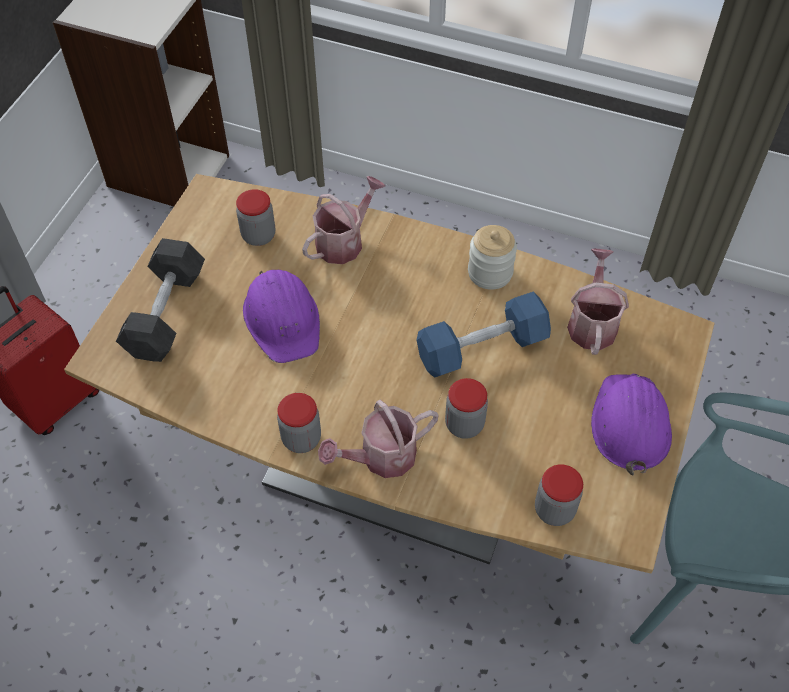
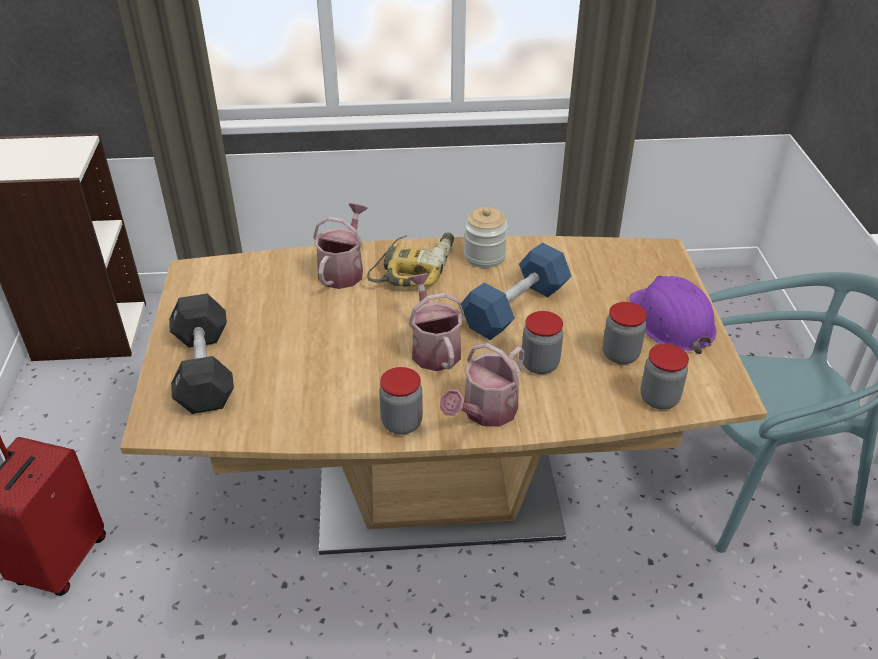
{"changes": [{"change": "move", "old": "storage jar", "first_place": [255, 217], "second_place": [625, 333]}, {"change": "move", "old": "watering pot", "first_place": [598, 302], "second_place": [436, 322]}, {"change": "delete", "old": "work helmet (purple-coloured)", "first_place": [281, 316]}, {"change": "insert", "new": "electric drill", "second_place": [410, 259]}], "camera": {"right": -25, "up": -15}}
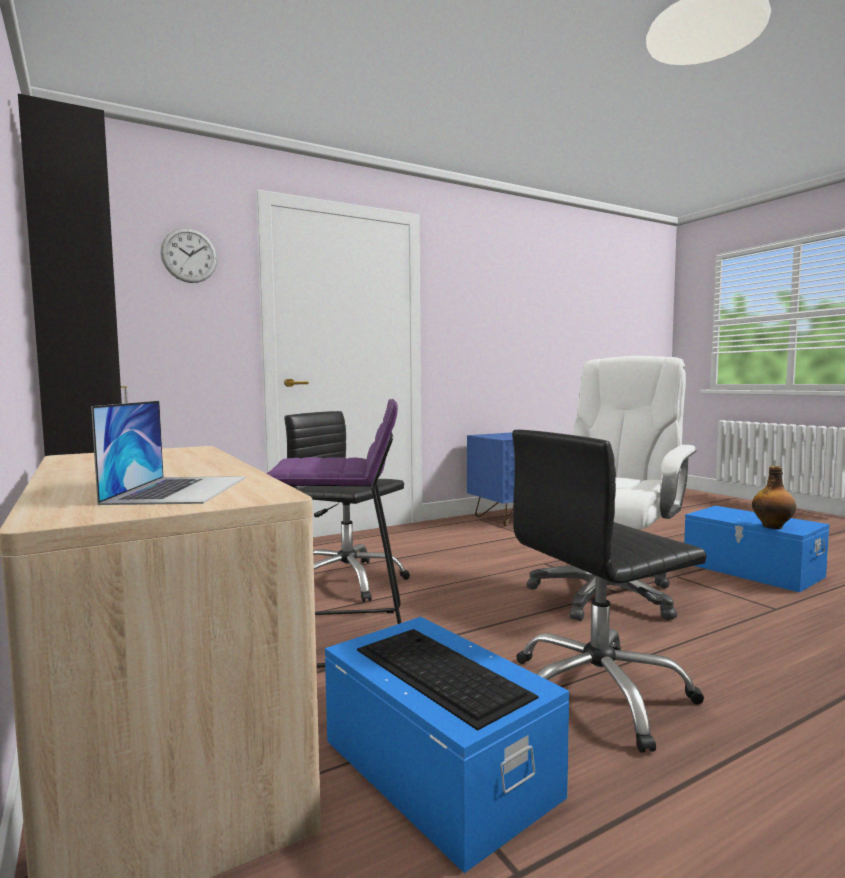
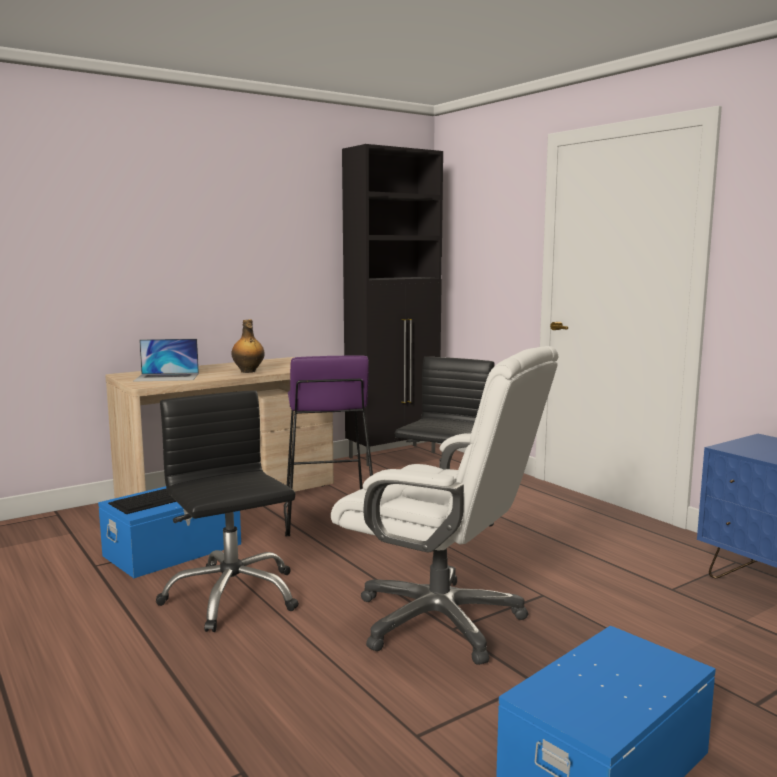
{"changes": [{"change": "delete", "old": "clock on the wall", "first_place": [189, 255]}, {"change": "move", "old": "drink bottle", "first_place": [774, 497], "second_place": [248, 346]}], "camera": {"right": 85, "up": 5}}
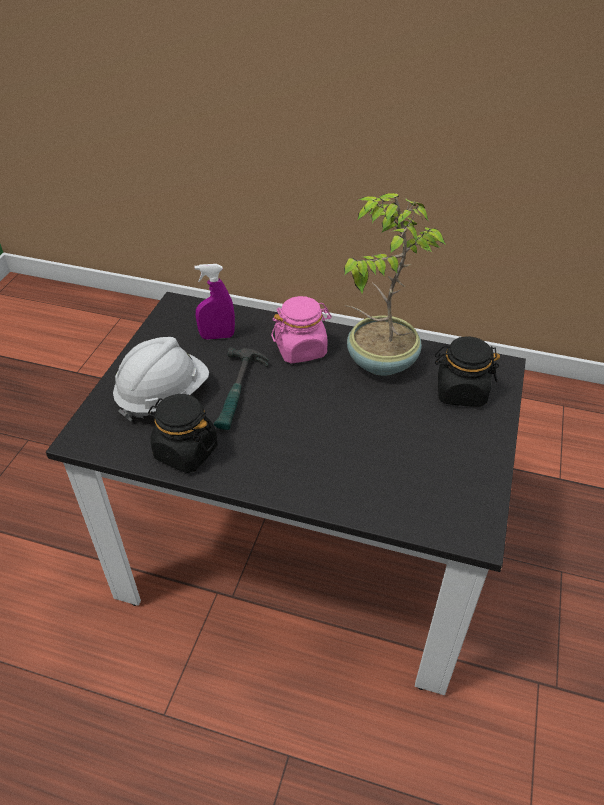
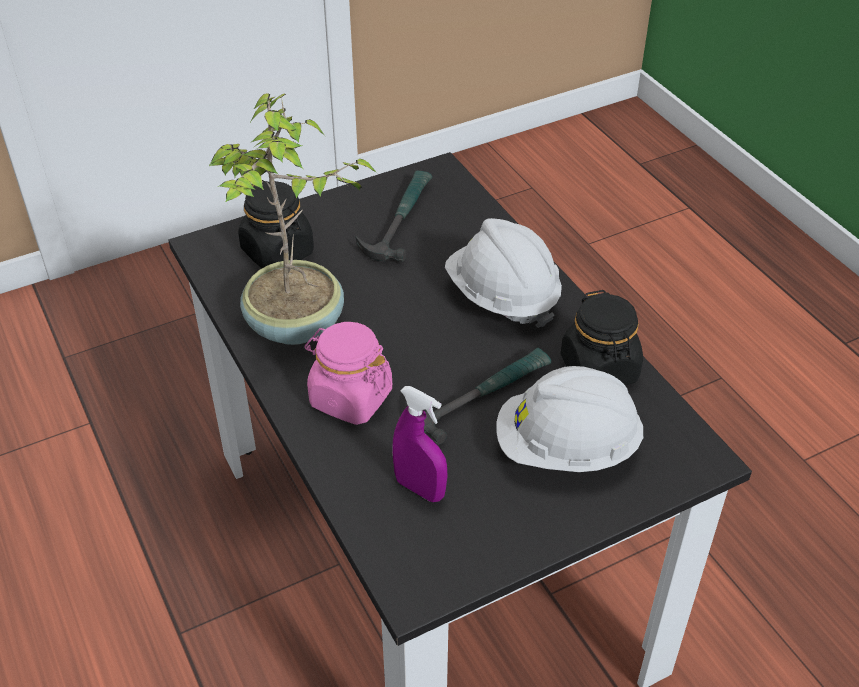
{"changes": [{"change": "insert", "new": "tool hammer", "second_place": [394, 216]}, {"change": "insert", "new": "work helmet (whitish)", "second_place": [503, 273]}], "camera": {"right": -135, "up": 0}}
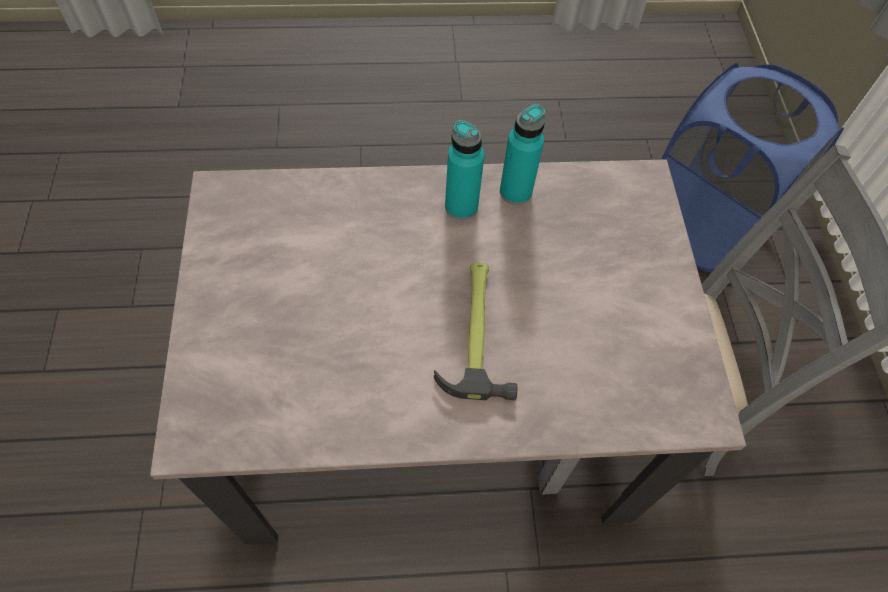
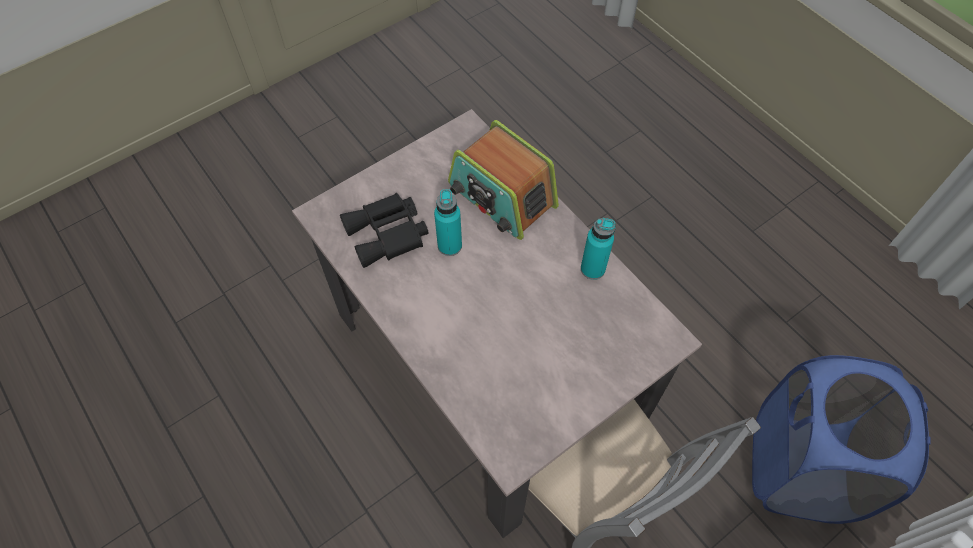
{"changes": [{"change": "move", "old": "drink bottle (turquoise-coloured)", "first_place": [465, 170], "second_place": [448, 222]}, {"change": "delete", "old": "tool hammer", "first_place": [475, 331]}, {"change": "insert", "new": "radio", "second_place": [503, 180]}, {"change": "insert", "new": "binoculars (blackish)", "second_place": [384, 230]}], "camera": {"right": 60, "up": 0}}
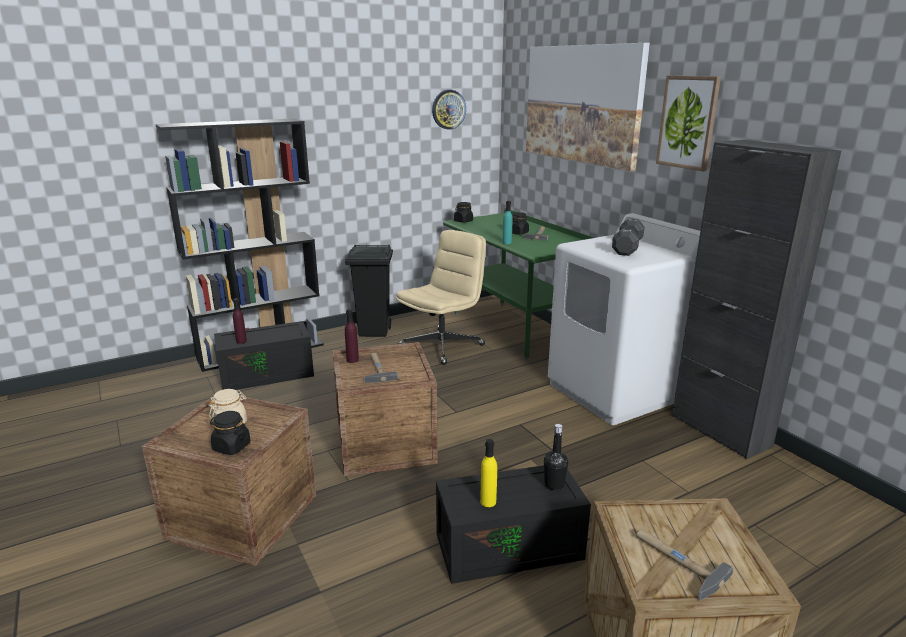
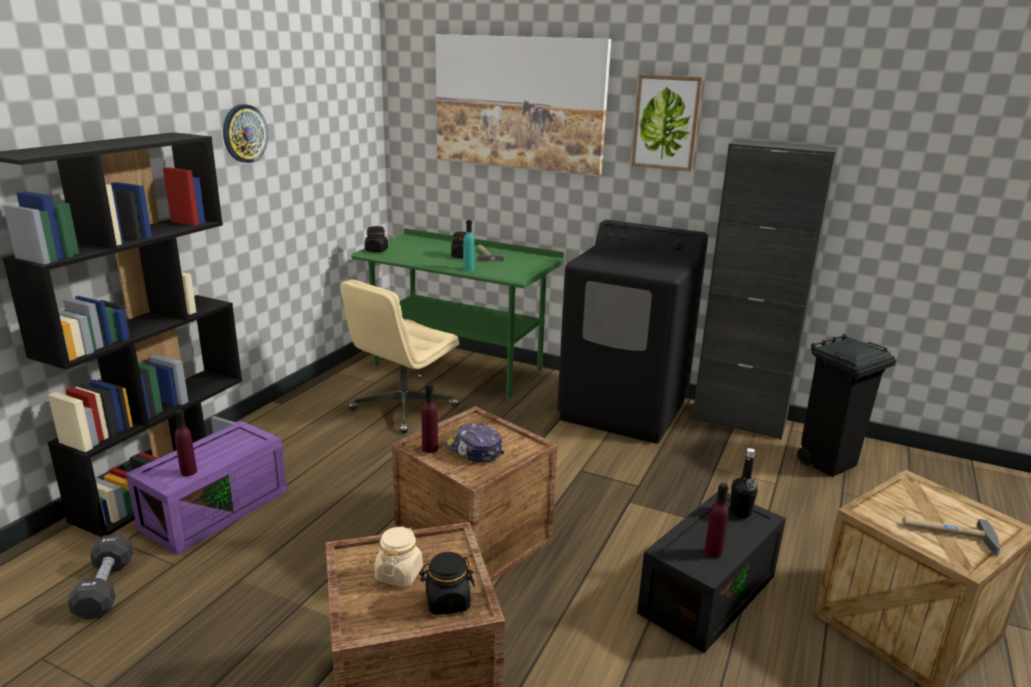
{"changes": [{"change": "move", "old": "clock on the wall", "first_place": [449, 110], "second_place": [245, 133]}, {"change": "recolor", "old": "washing machine (whitish)", "new": "washing machine (blackish)", "first_place": [624, 319], "second_place": [632, 332]}, {"change": "move", "old": "dumbbell (blackish)", "first_place": [628, 237], "second_place": [100, 577]}, {"change": "rotate", "old": "office chair (sand-coloured)", "first_place": [441, 297], "second_place": [400, 356], "degrees": -150}, {"change": "move", "old": "waste bin (blackish)", "first_place": [369, 290], "second_place": [847, 405]}, {"change": "recolor", "old": "storage bin (blackish)", "new": "storage bin (purple-coloured)", "first_place": [264, 355], "second_place": [206, 488]}, {"change": "replace", "old": "tool hammer", "new": "peaked cap", "first_place": [381, 368], "second_place": [474, 443]}, {"change": "recolor", "old": "drink bottle (yellowish)", "new": "drink bottle (purple-coloured)", "first_place": [488, 473], "second_place": [716, 520]}], "camera": {"right": -35, "up": 0}}
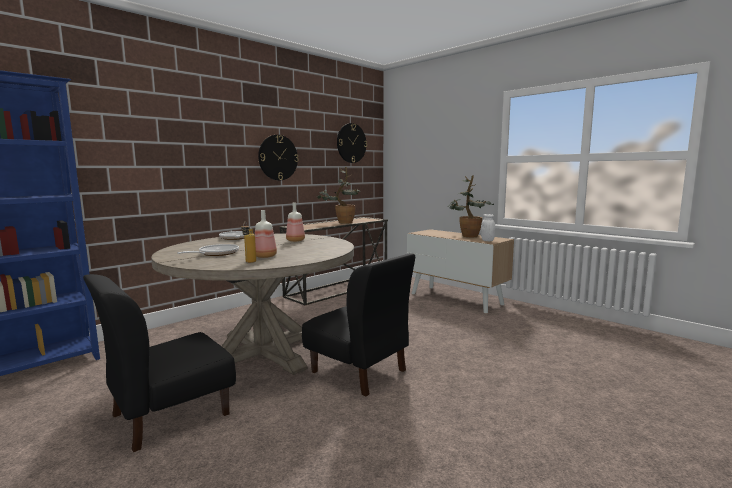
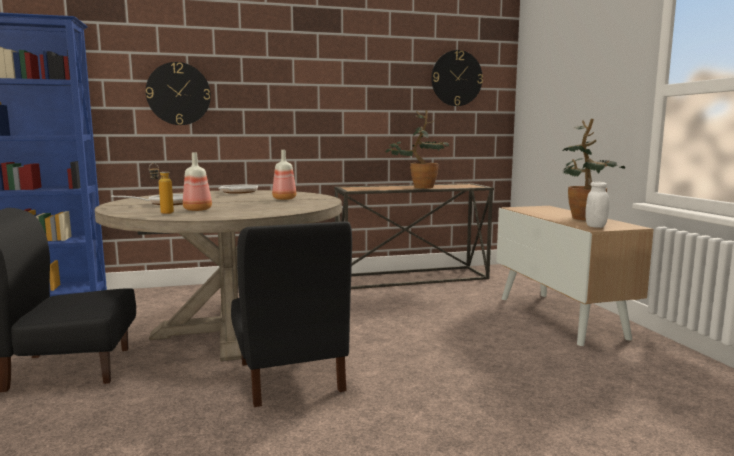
{"changes": [{"change": "move", "old": "clock on the wall", "first_place": [278, 157], "second_place": [178, 93]}], "camera": {"right": 30, "up": 0}}
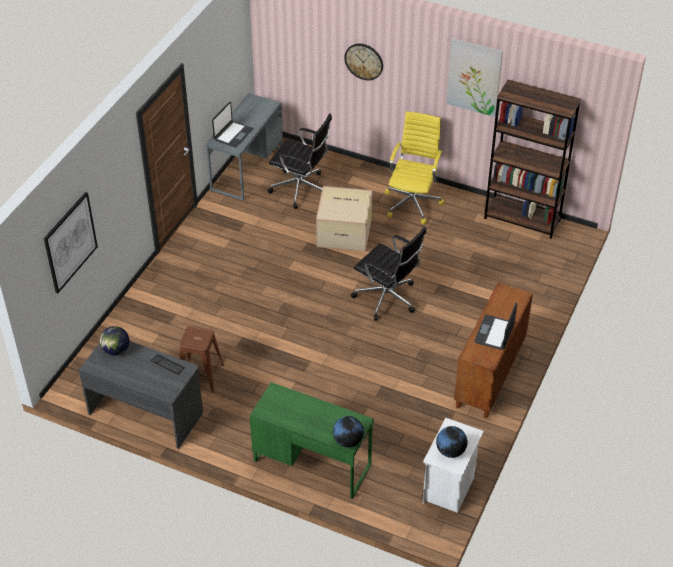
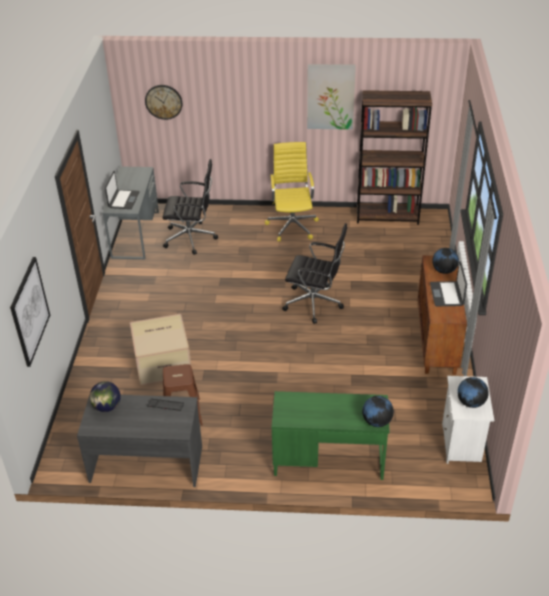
{"changes": [{"change": "move", "old": "clock on the wall", "first_place": [363, 62], "second_place": [163, 102]}, {"change": "move", "old": "cardboard box", "first_place": [344, 219], "second_place": [160, 350]}, {"change": "insert", "new": "desk globe", "second_place": [445, 261]}], "camera": {"right": -20, "up": -5}}
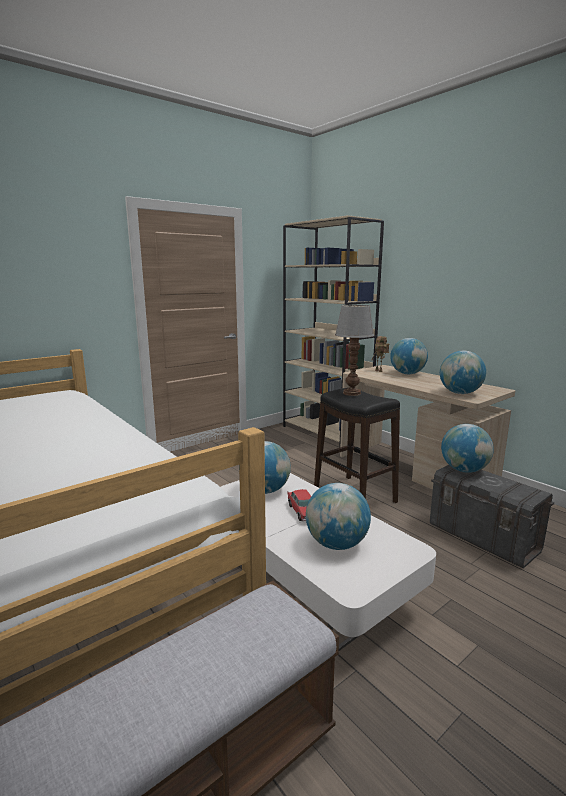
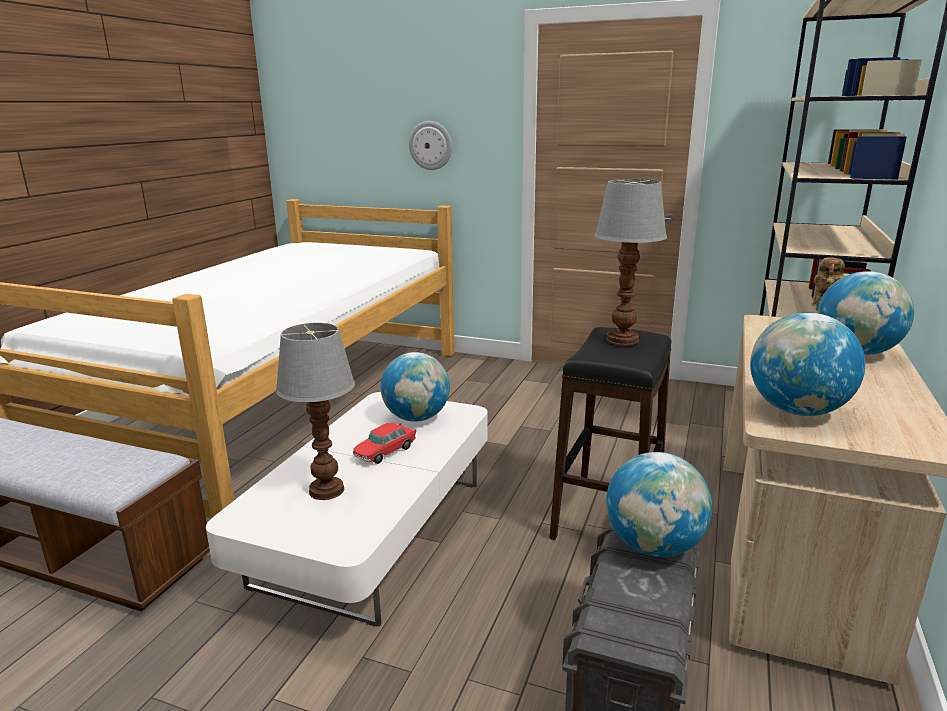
{"changes": [{"change": "replace", "old": "desk globe", "new": "lamp for a table", "first_place": [338, 516], "second_place": [315, 411]}, {"change": "insert", "new": "clock on the wall", "second_place": [430, 145]}], "camera": {"right": 60, "up": 5}}
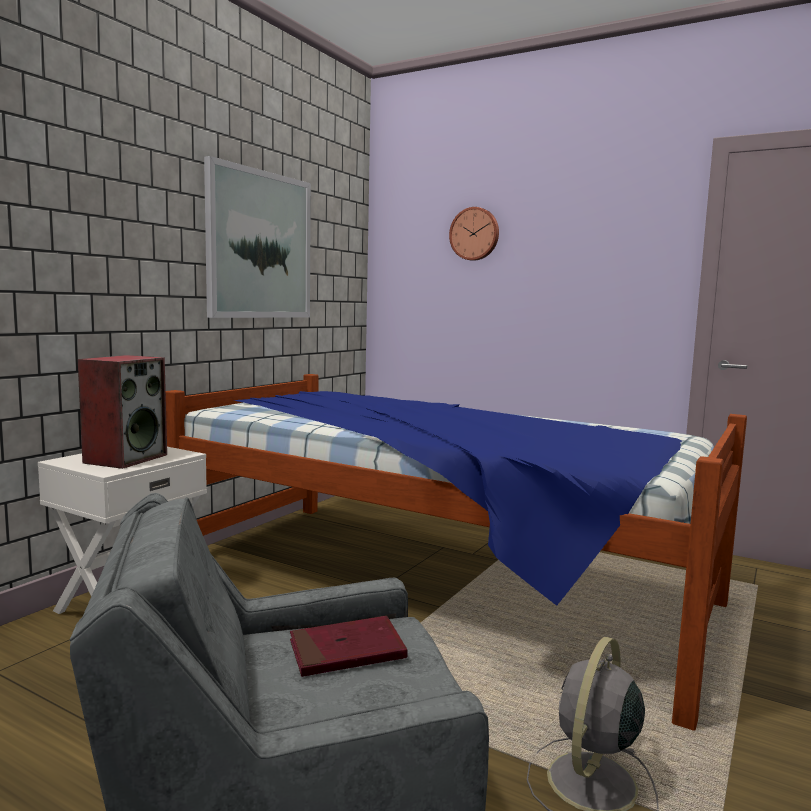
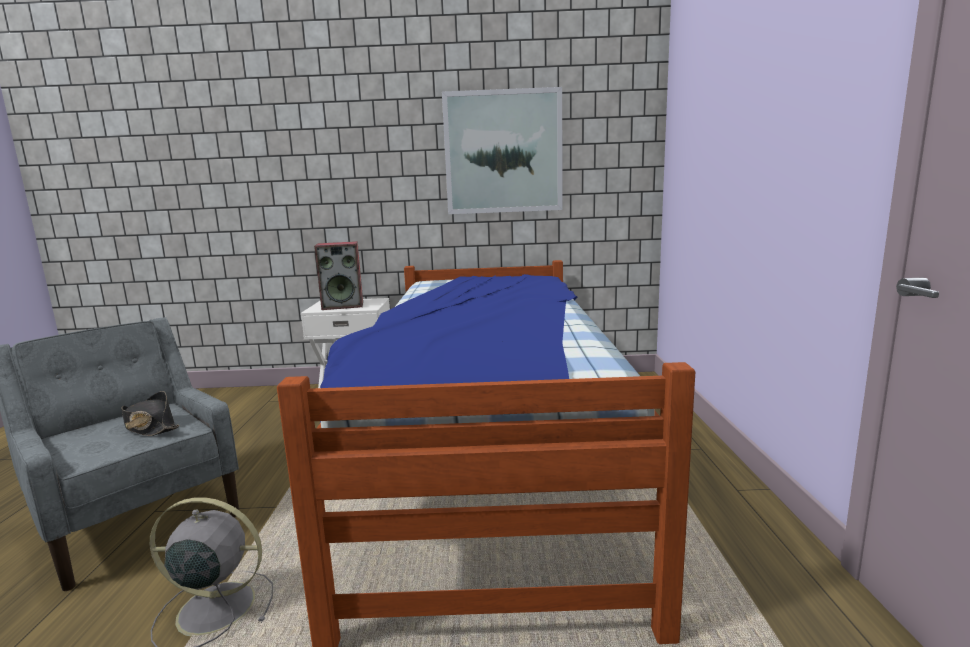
{"changes": [{"change": "delete", "old": "clock on the wall", "first_place": [474, 234]}, {"change": "replace", "old": "book (red)", "new": "clothing hat (blackish)", "first_place": [348, 646], "second_place": [150, 413]}], "camera": {"right": 60, "up": 5}}
